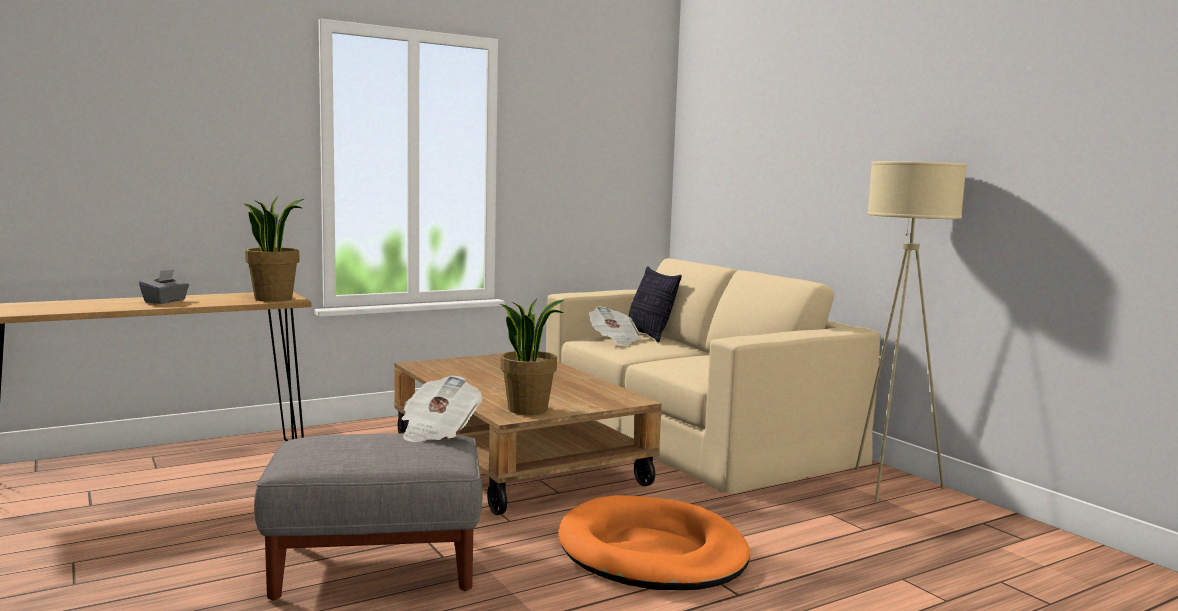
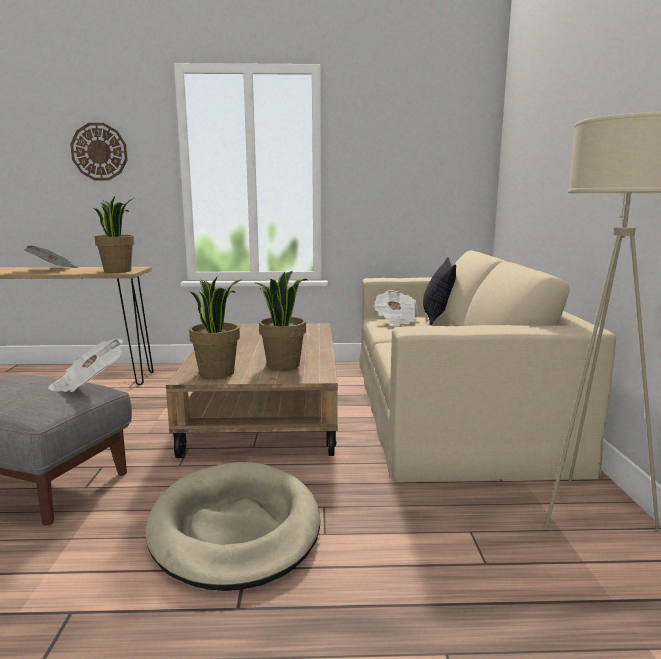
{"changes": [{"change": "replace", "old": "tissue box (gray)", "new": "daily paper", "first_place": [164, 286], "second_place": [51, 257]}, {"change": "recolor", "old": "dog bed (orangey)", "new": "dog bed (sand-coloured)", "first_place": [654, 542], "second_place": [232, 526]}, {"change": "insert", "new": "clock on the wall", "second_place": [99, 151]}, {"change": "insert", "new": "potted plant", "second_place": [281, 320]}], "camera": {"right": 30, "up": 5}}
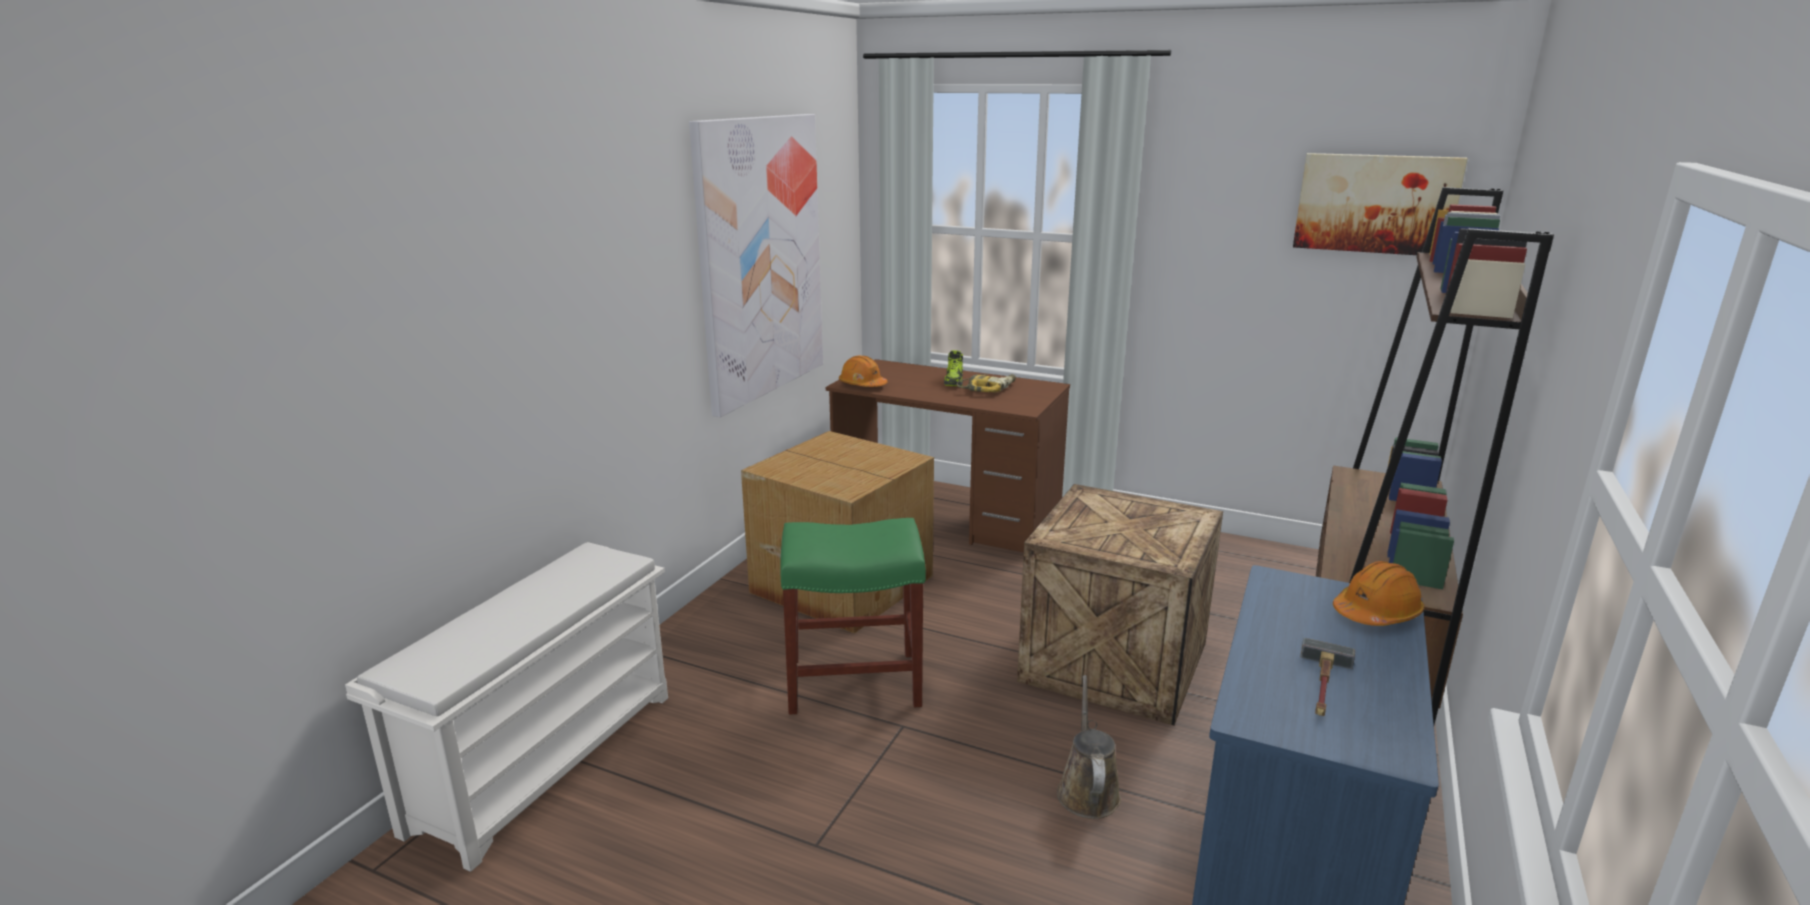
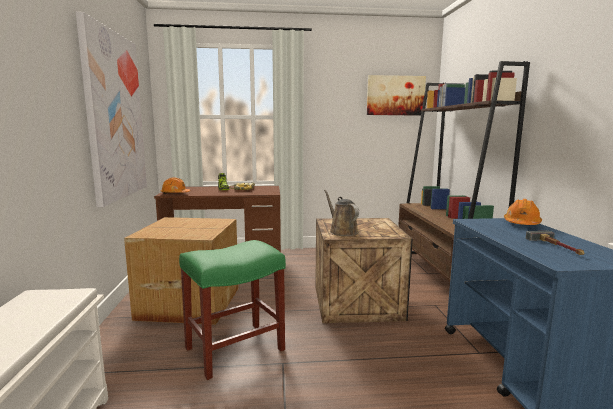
{"changes": [{"change": "move", "old": "watering pot (brown)", "first_place": [1089, 747], "second_place": [341, 213]}], "camera": {"right": -30, "up": -10}}
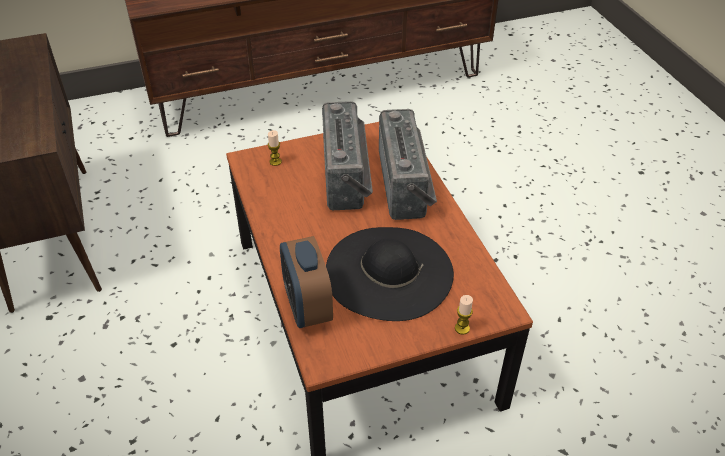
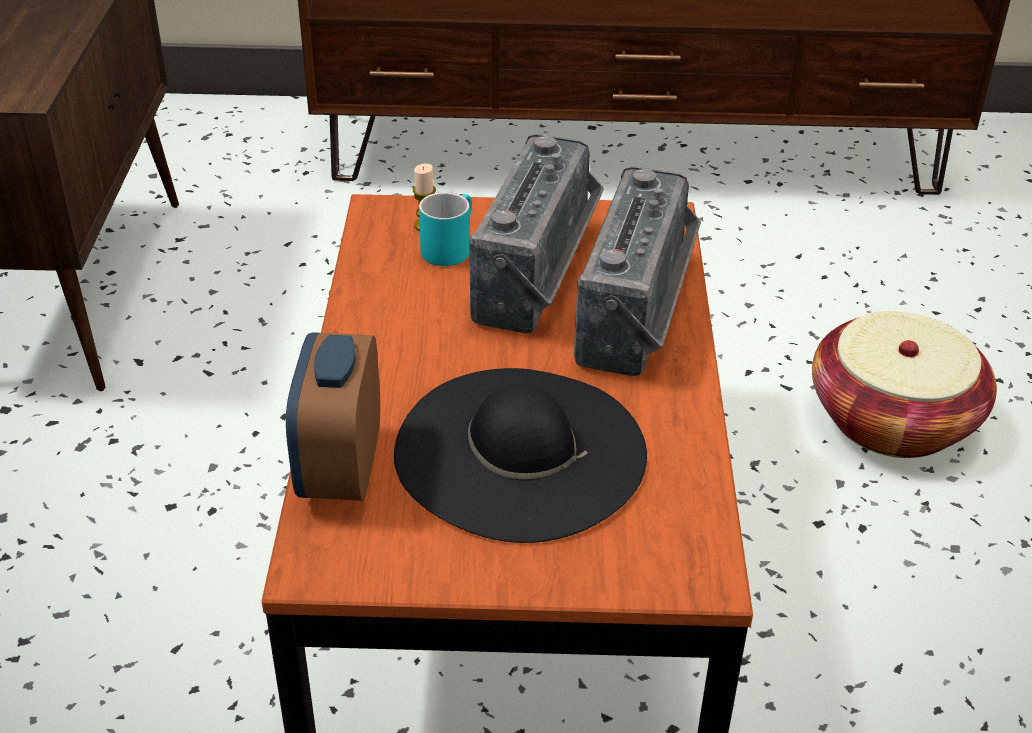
{"changes": [{"change": "delete", "old": "wax light", "first_place": [464, 315]}, {"change": "insert", "new": "tea mug (turquoise-coloured)", "second_place": [445, 229]}, {"change": "insert", "new": "basket", "second_place": [904, 384]}], "camera": {"right": 20, "up": -5}}
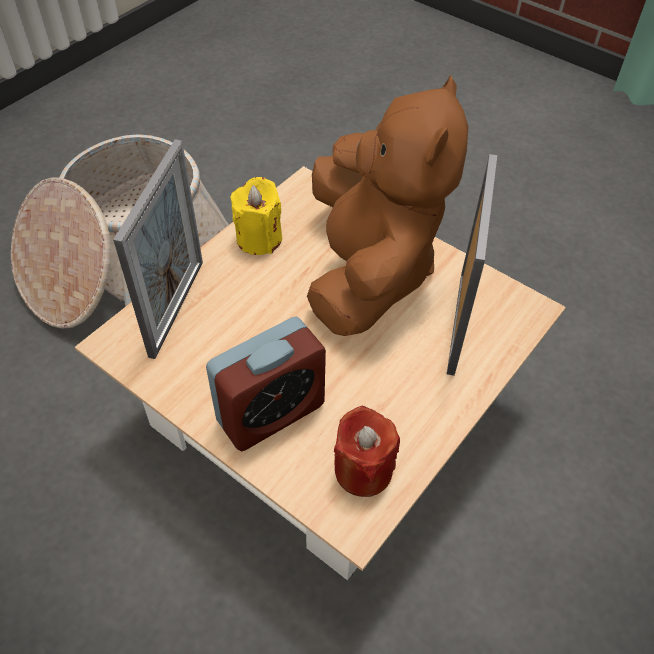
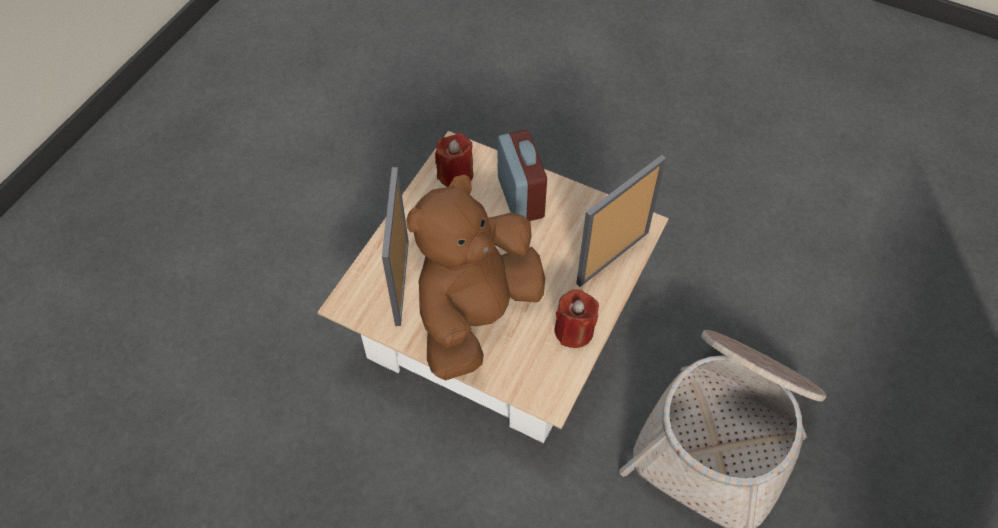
{"changes": [{"change": "rotate", "old": "plush toy (brown)", "first_place": [388, 205], "second_place": [475, 277], "degrees": 45}, {"change": "rotate", "old": "standing frame", "first_place": [158, 249], "second_place": [621, 221], "degrees": 45}, {"change": "recolor", "old": "wax light (yellowish)", "new": "wax light (red)", "first_place": [256, 216], "second_place": [577, 318]}, {"change": "rotate", "old": "alarm clock", "first_place": [266, 384], "second_place": [522, 175], "degrees": 120}], "camera": {"right": 170, "up": 5}}
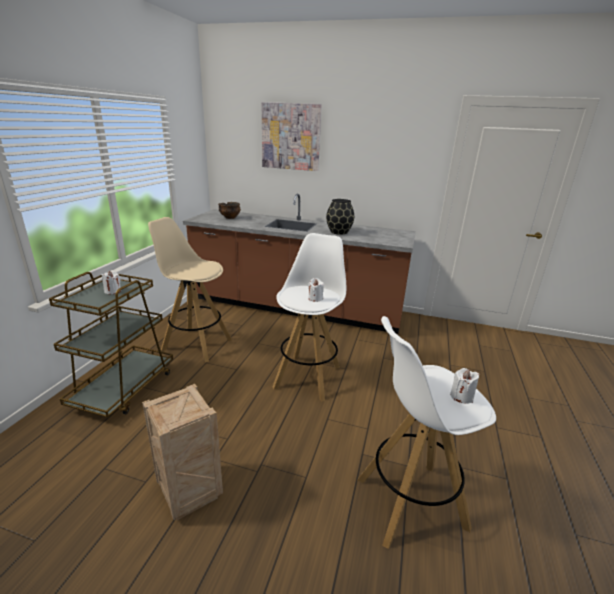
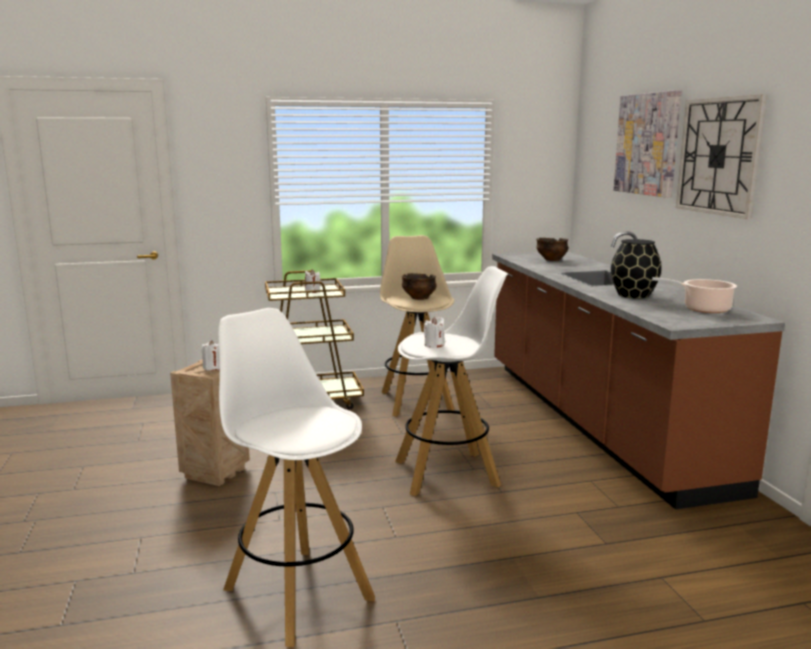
{"changes": [{"change": "move", "old": "wax light (whitish)", "first_place": [464, 386], "second_place": [210, 355]}, {"change": "insert", "new": "clock on the wall", "second_place": [721, 156]}, {"change": "insert", "new": "serving bowl", "second_place": [419, 286]}, {"change": "insert", "new": "stockpot", "second_place": [694, 295]}], "camera": {"right": 60, "up": -10}}
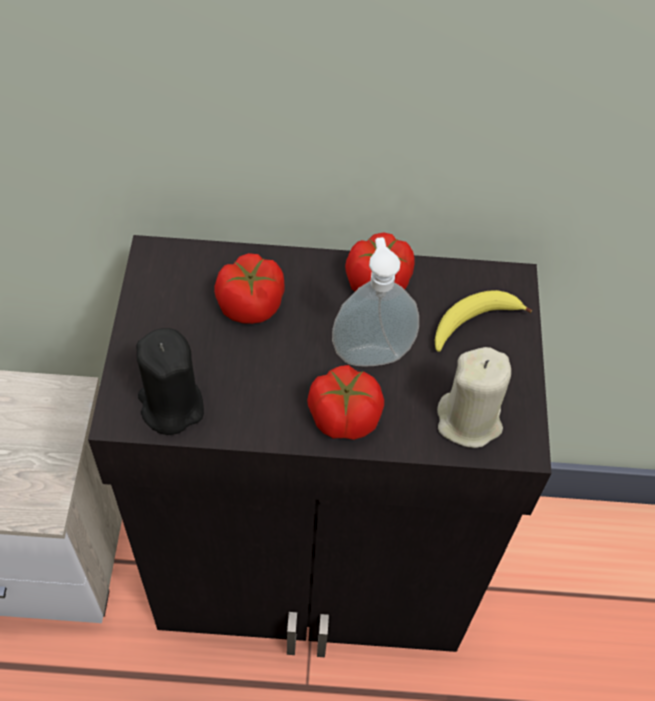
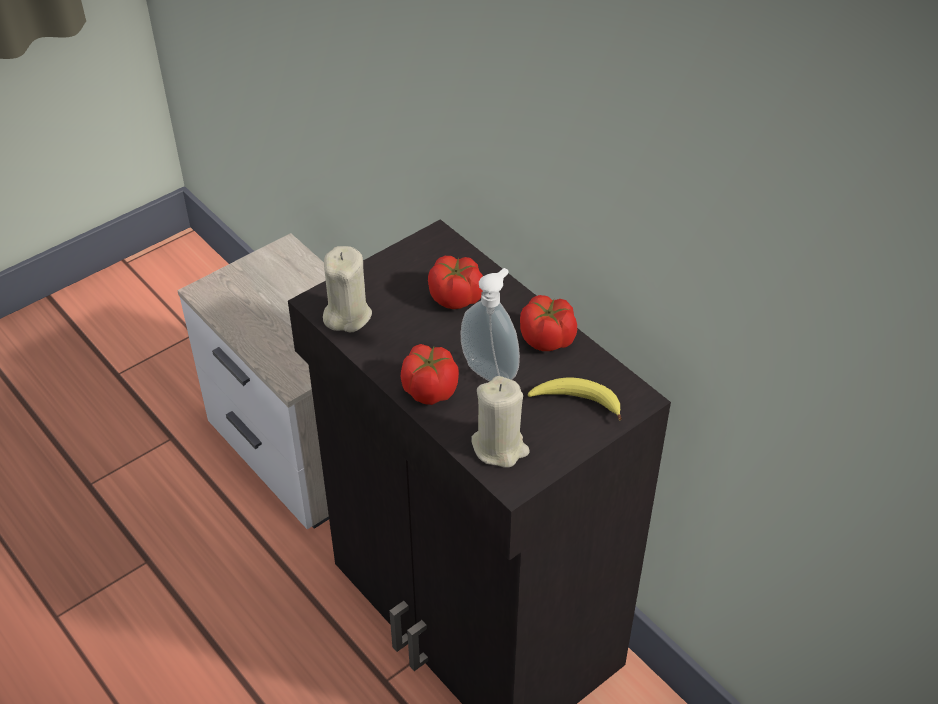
{"changes": [{"change": "recolor", "old": "wax light (blackish)", "new": "wax light (sand-coloured)", "first_place": [170, 381], "second_place": [347, 289]}], "camera": {"right": 50, "up": -10}}
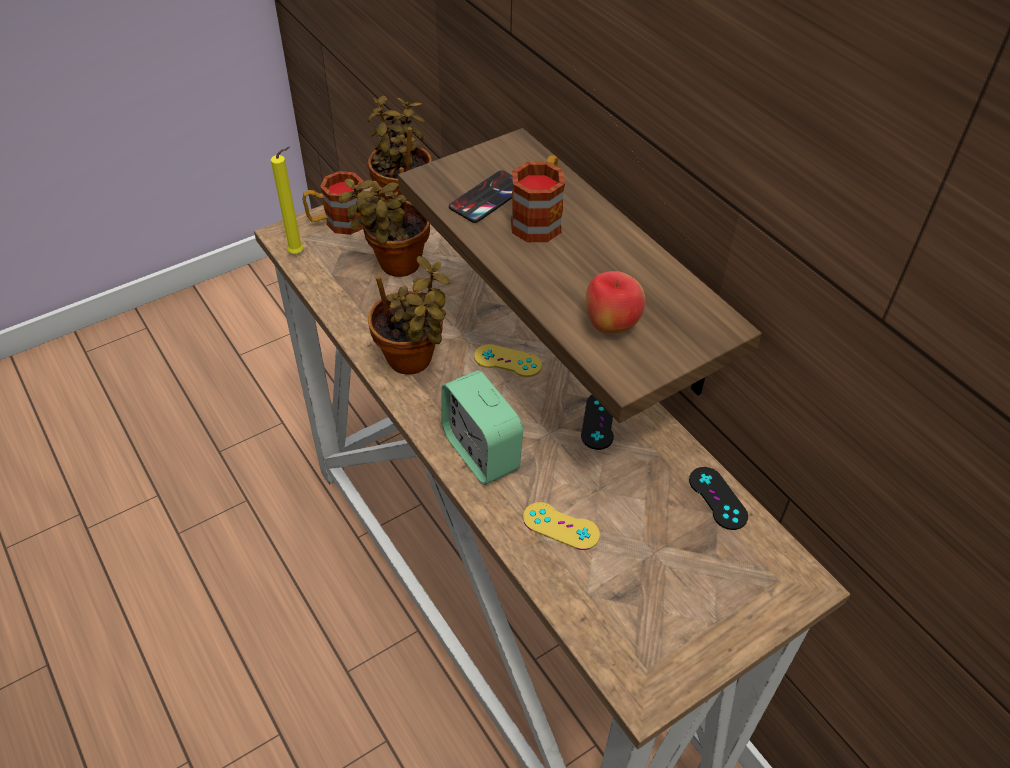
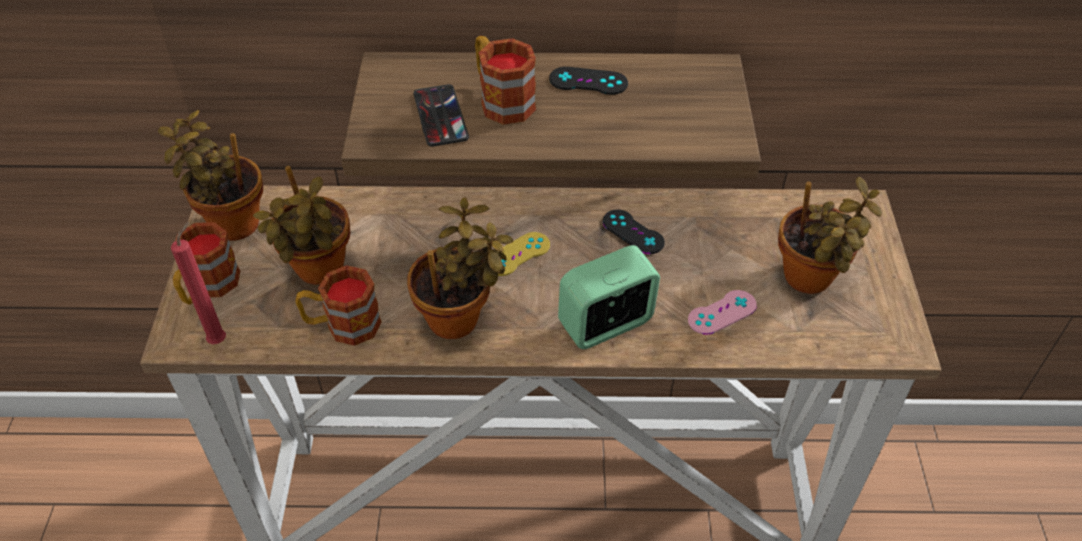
{"changes": [{"change": "recolor", "old": "wax light (yellowish)", "new": "wax light (red)", "first_place": [287, 200], "second_place": [198, 283]}, {"change": "delete", "old": "apple fruit", "first_place": [615, 302]}, {"change": "rotate", "old": "alarm clock", "first_place": [482, 428], "second_place": [609, 297], "degrees": 150}, {"change": "move", "old": "joypad (blackish)", "first_place": [718, 498], "second_place": [588, 81]}, {"change": "recolor", "old": "joypad (yellowish)", "new": "joypad (pinkish)", "first_place": [561, 526], "second_place": [722, 312]}, {"change": "insert", "new": "potted plant", "second_place": [830, 235]}, {"change": "insert", "new": "tea mug", "second_place": [338, 305]}], "camera": {"right": -55, "up": 0}}
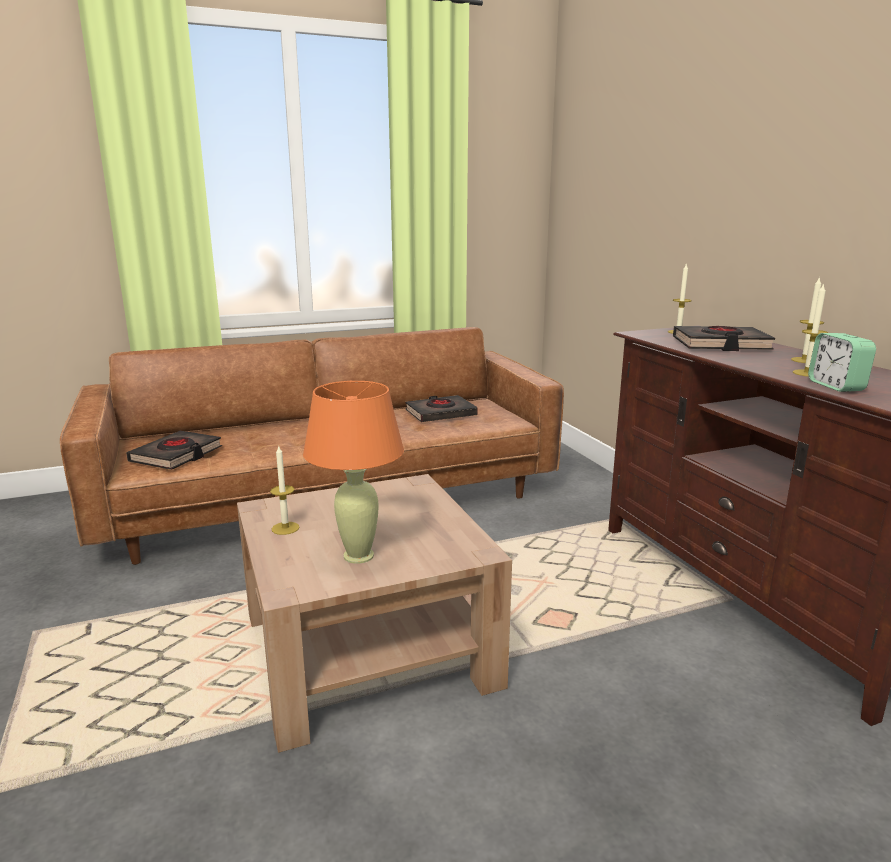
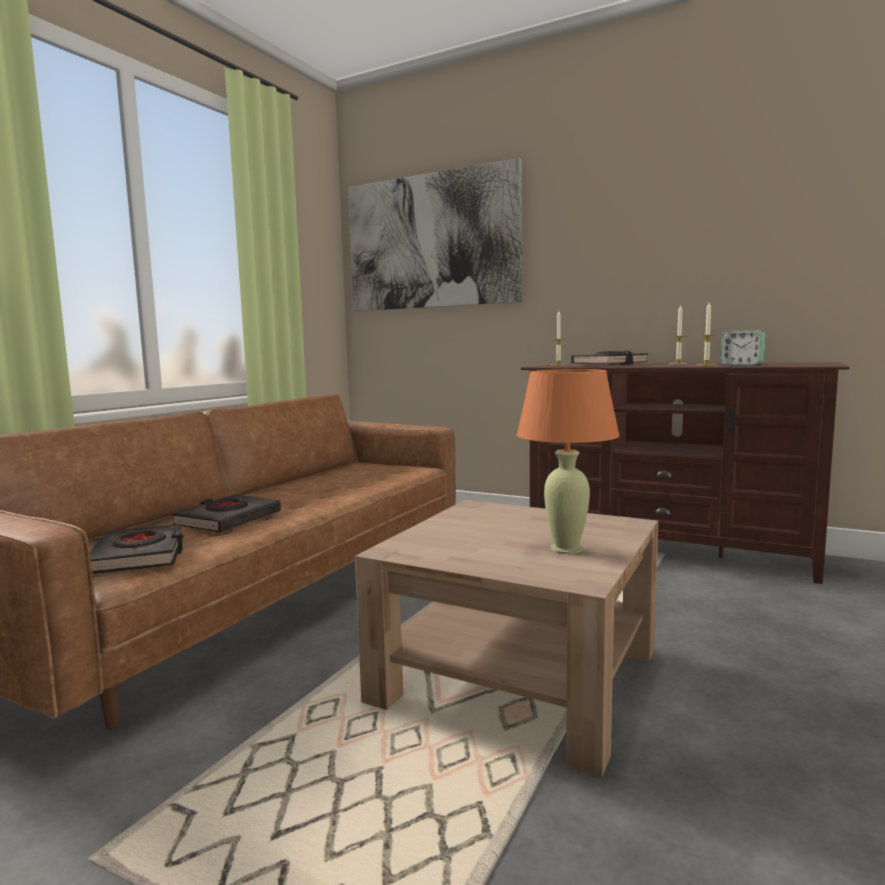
{"changes": [{"change": "move", "old": "book (blackish)", "first_place": [441, 408], "second_place": [226, 513]}, {"change": "delete", "old": "wax light", "first_place": [284, 490]}, {"change": "insert", "new": "wall art", "second_place": [435, 234]}], "camera": {"right": -40, "up": -10}}
